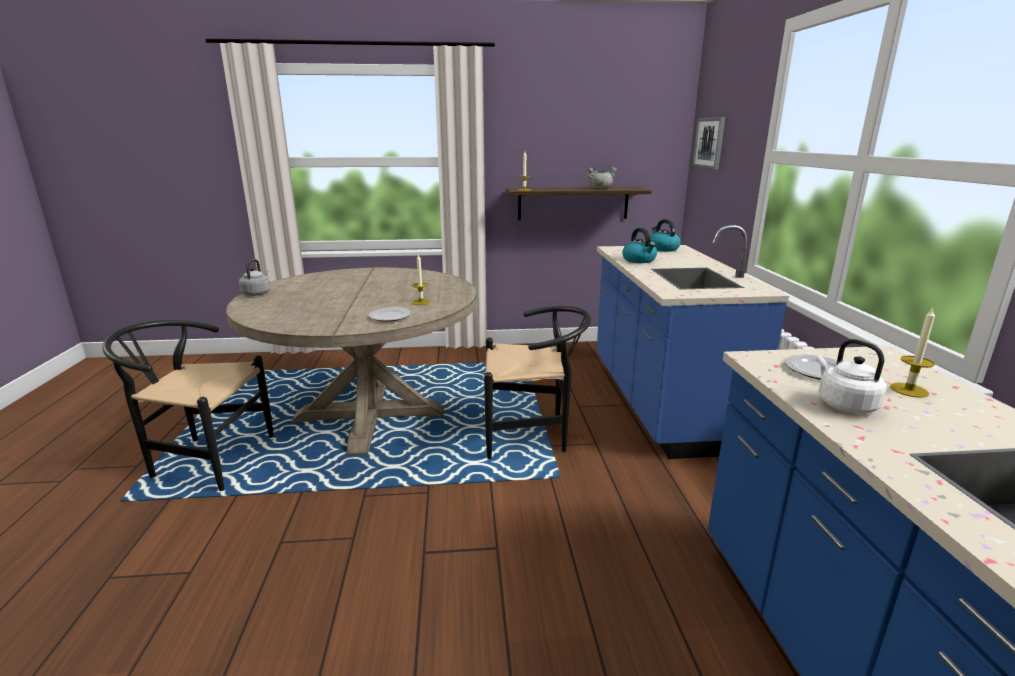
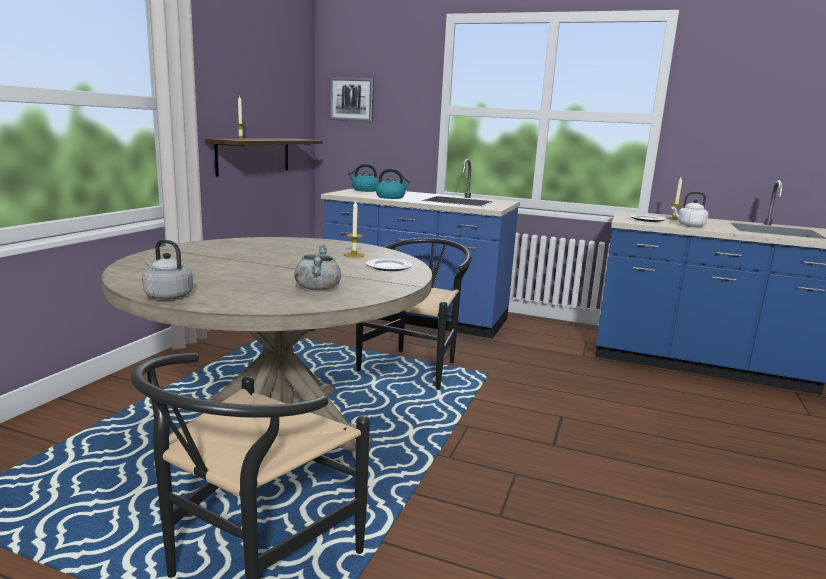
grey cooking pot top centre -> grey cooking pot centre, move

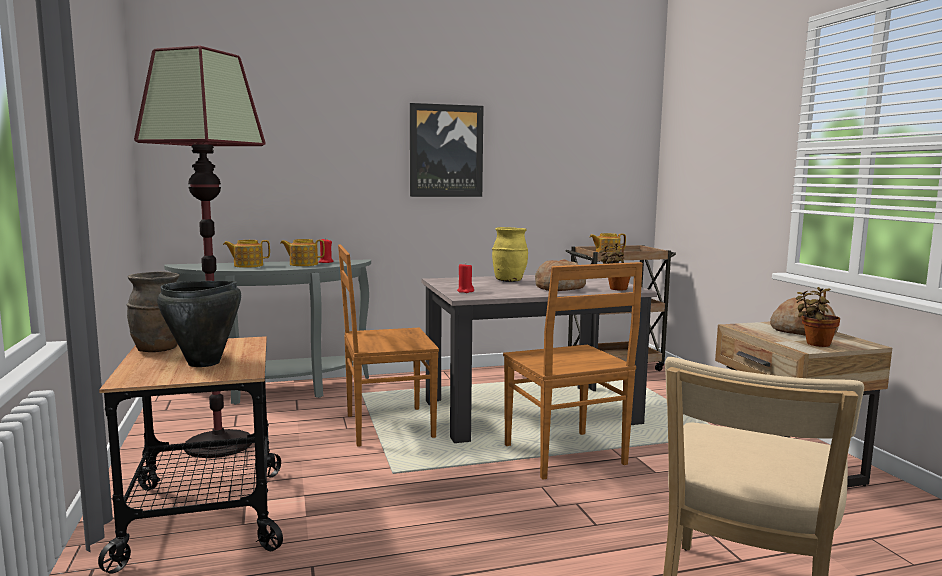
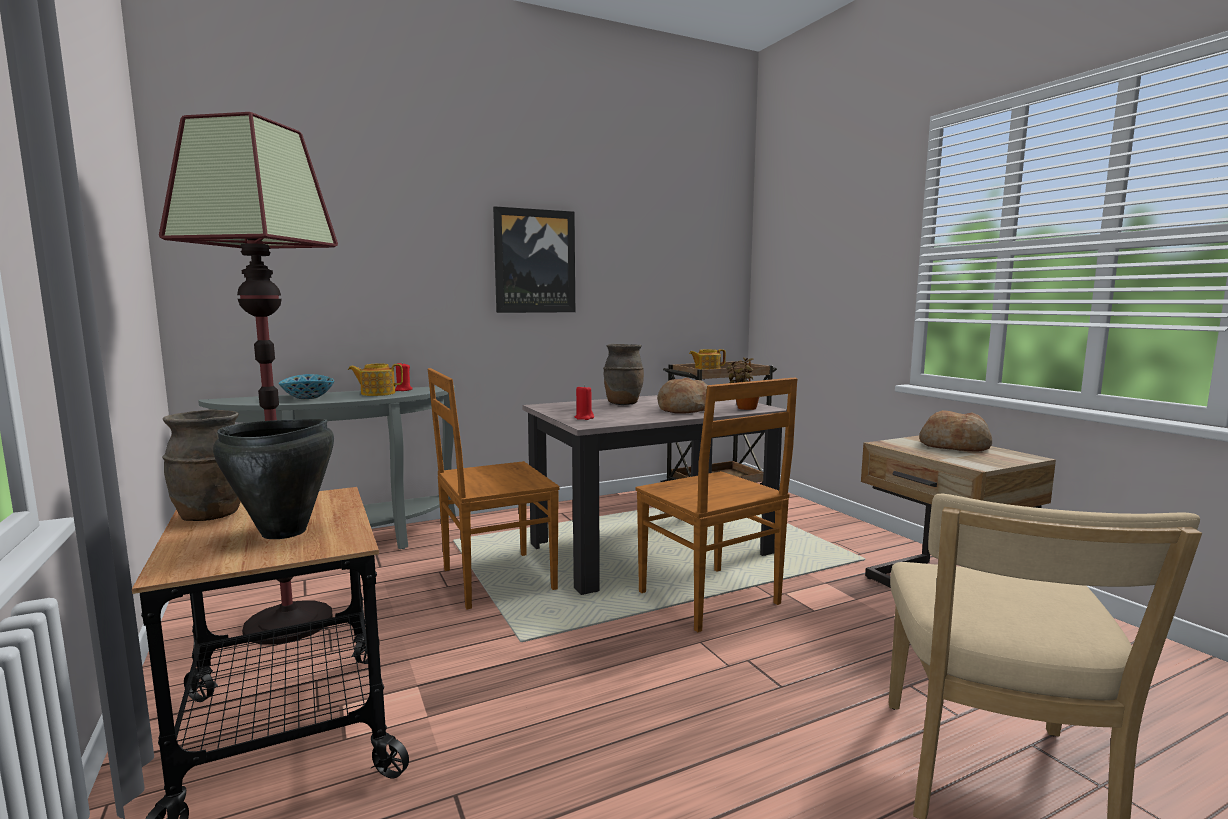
yellow vase centre -> brown vase (2nd from left) centre
teapot (1st from left) middle left -> bowl middle left
potted plant (2nd from left) middle right -> none

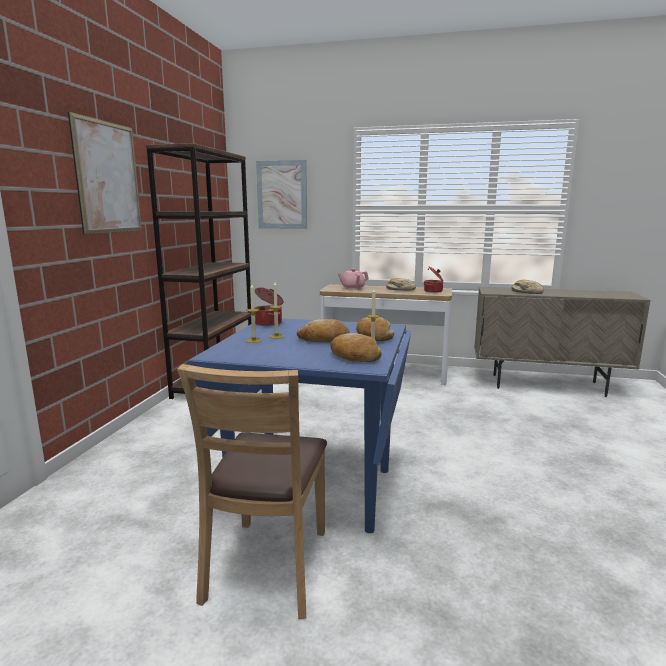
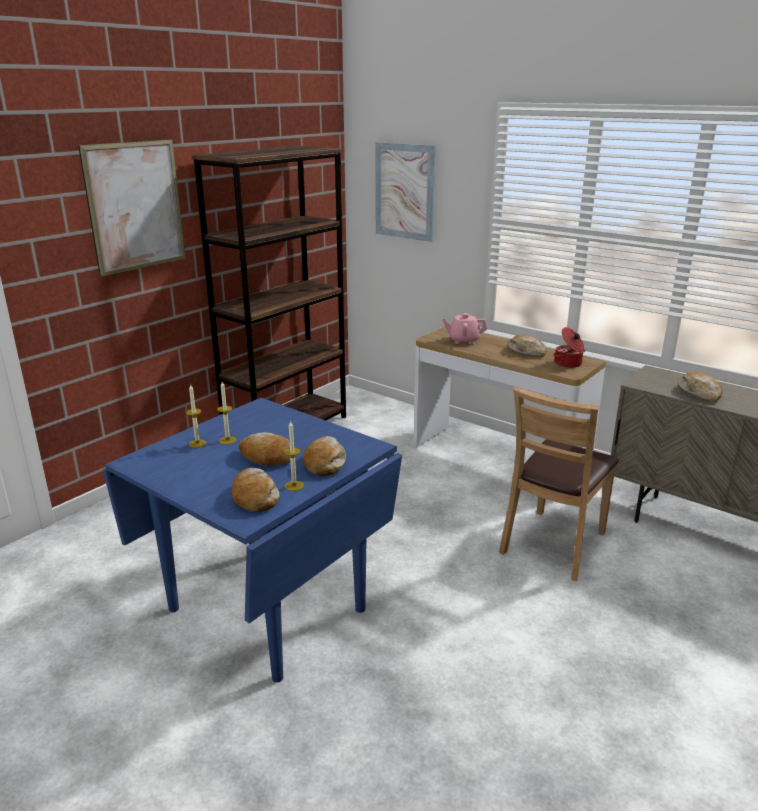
cooking pot (1st from left) centre -> none
brown chair bottom centre -> brown chair middle right, move

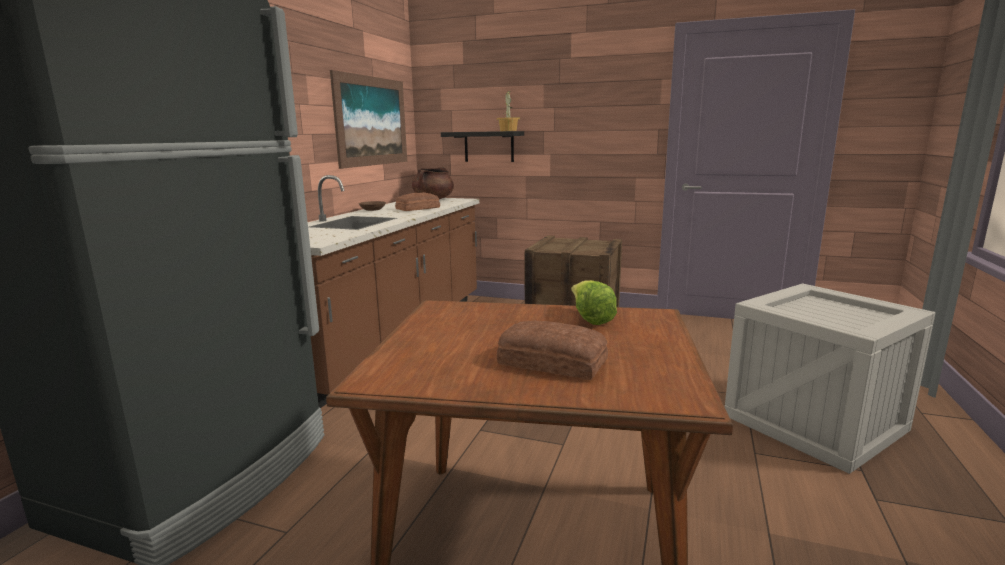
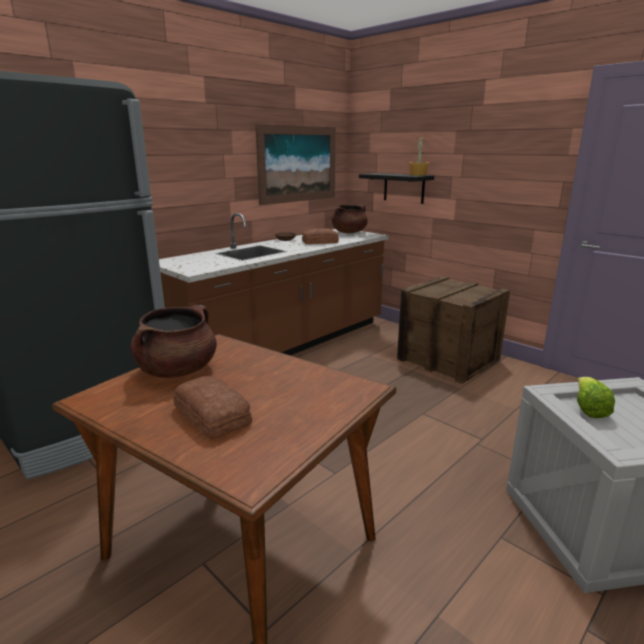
lettuce centre -> lettuce middle right, move
none -> brown cooking pot (1st from left) middle left

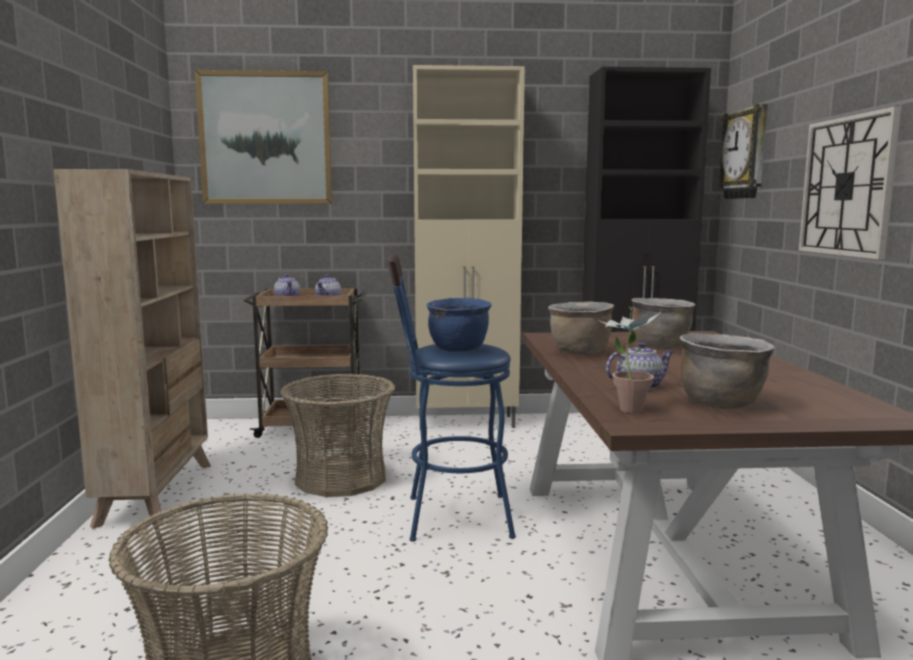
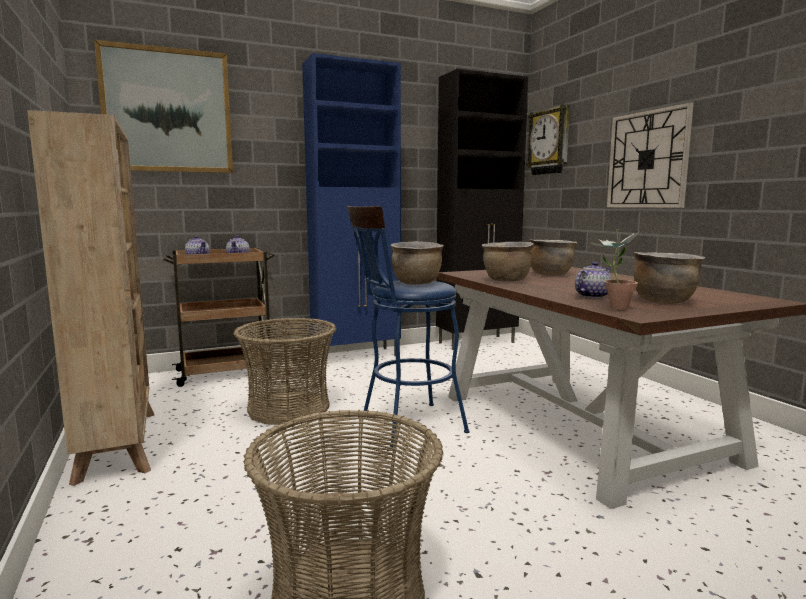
beige cabinet centre -> blue cabinet centre
blue cooking pot centre -> brown cooking pot (1st from left) centre

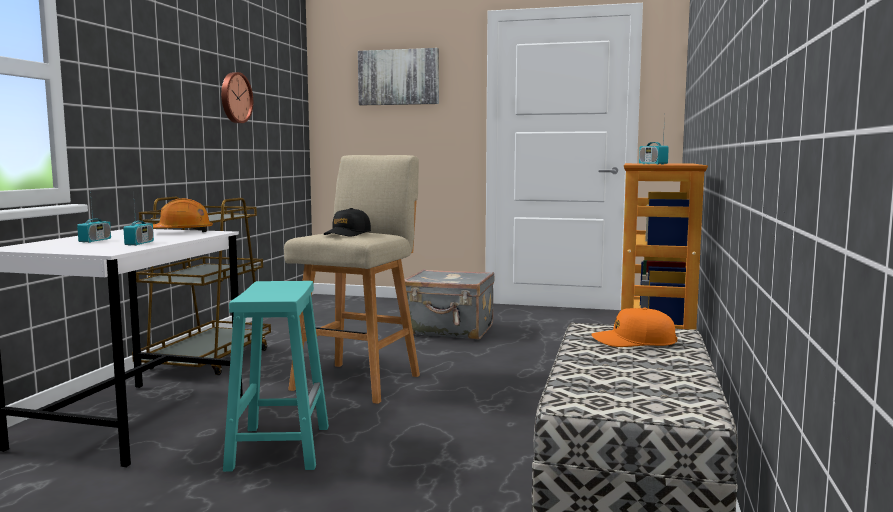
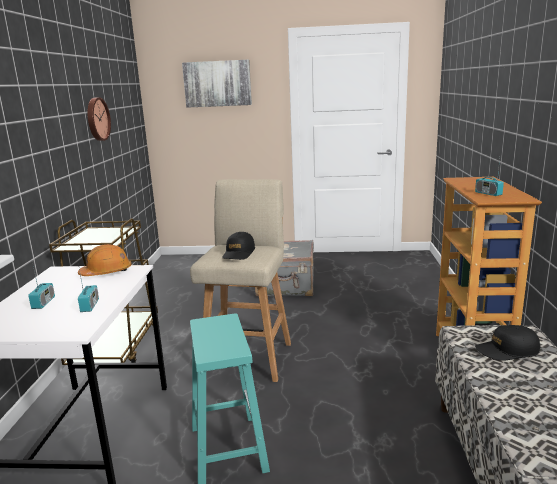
orange cap middle right -> black cap (2nd from left) bottom right

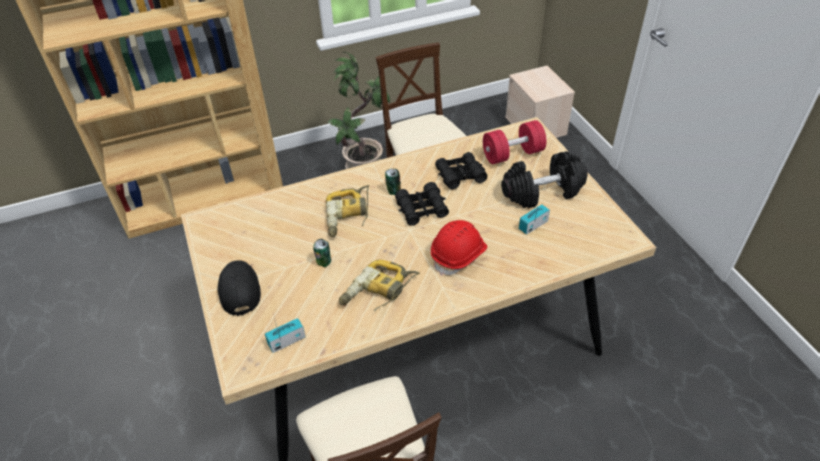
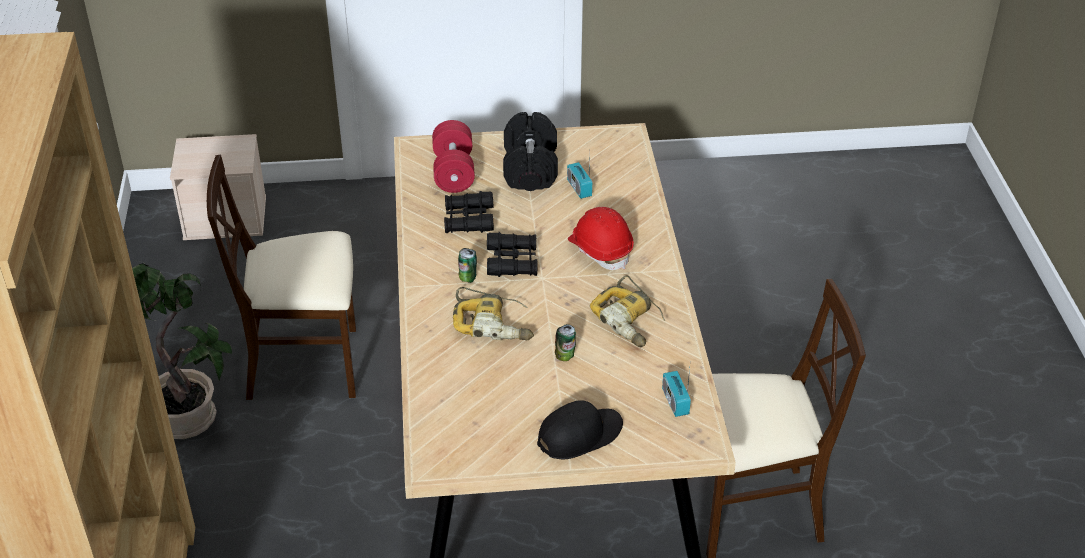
black cap middle left -> black cap bottom centre, 150 degrees clockwise

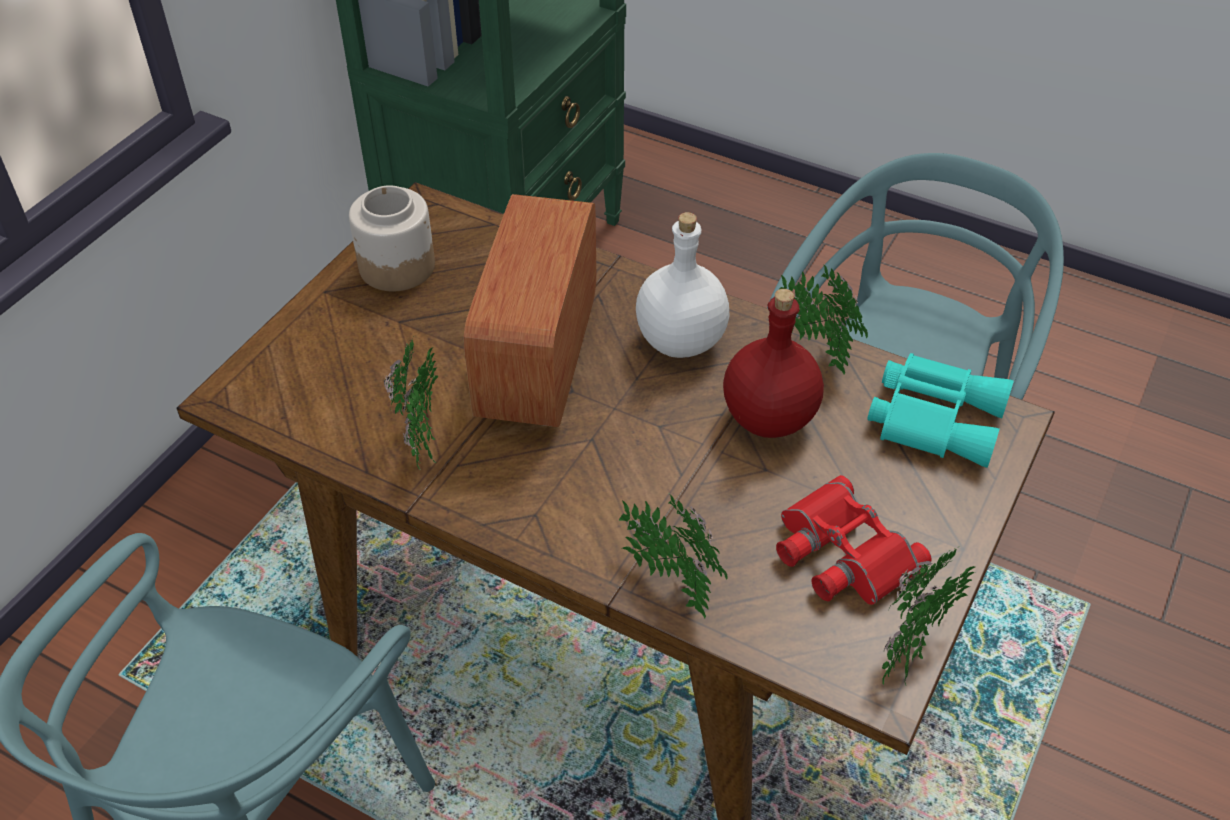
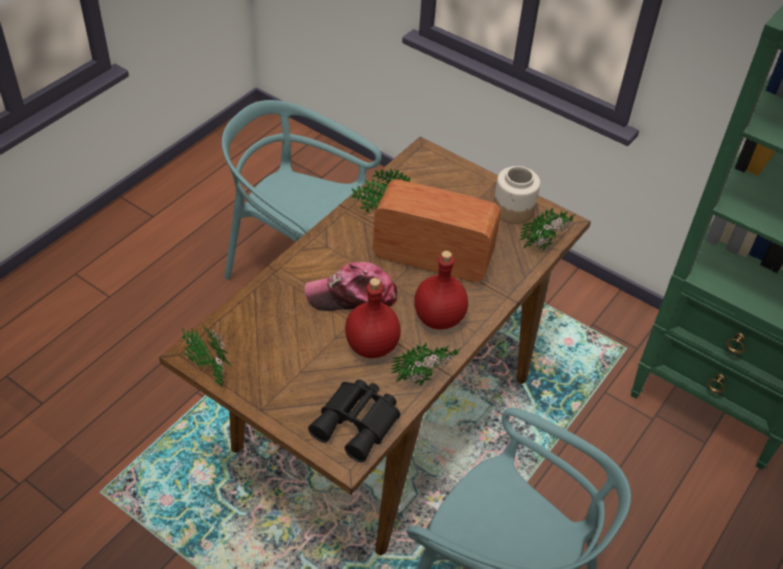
white bottle centre -> red bottle (2nd from left) centre
turquoise binoculars middle right -> black binoculars bottom centre
red binoculars middle right -> none
potted plant (2nd from left in the first image) bottom centre -> potted plant (4th from left) middle right, move
none -> cap centre

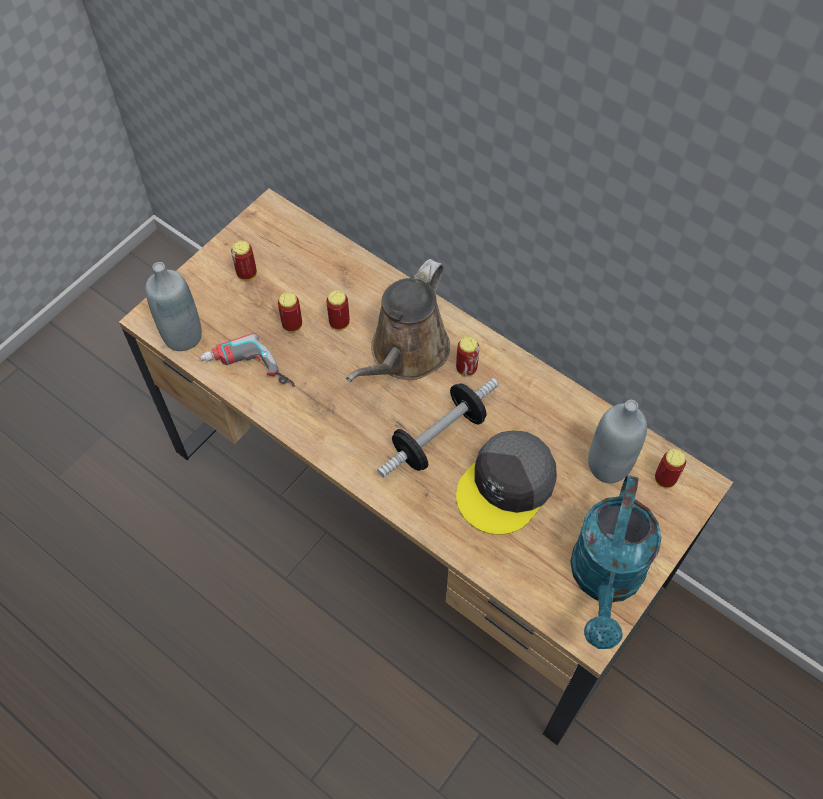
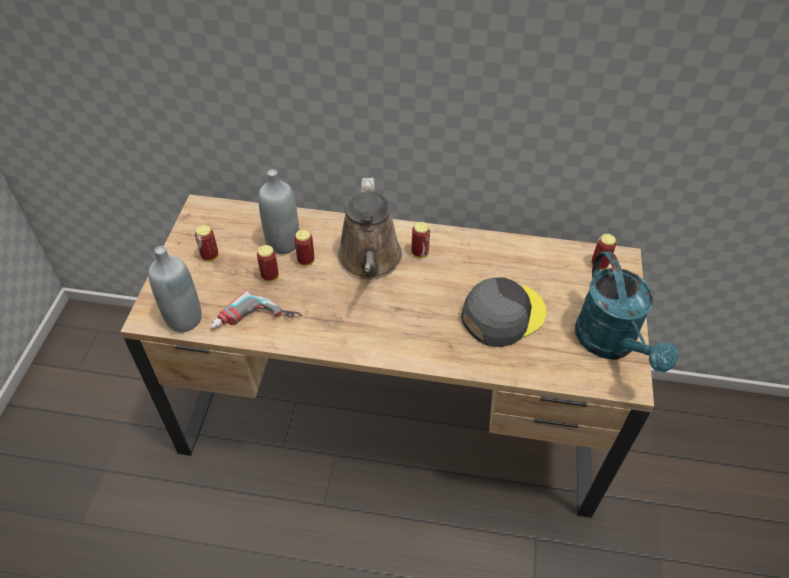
dumbbell centre -> none
grey bottle (2nd from left) middle right -> grey bottle (2nd from left) centre, move
grey cap centre, 135 degrees counterclockwise

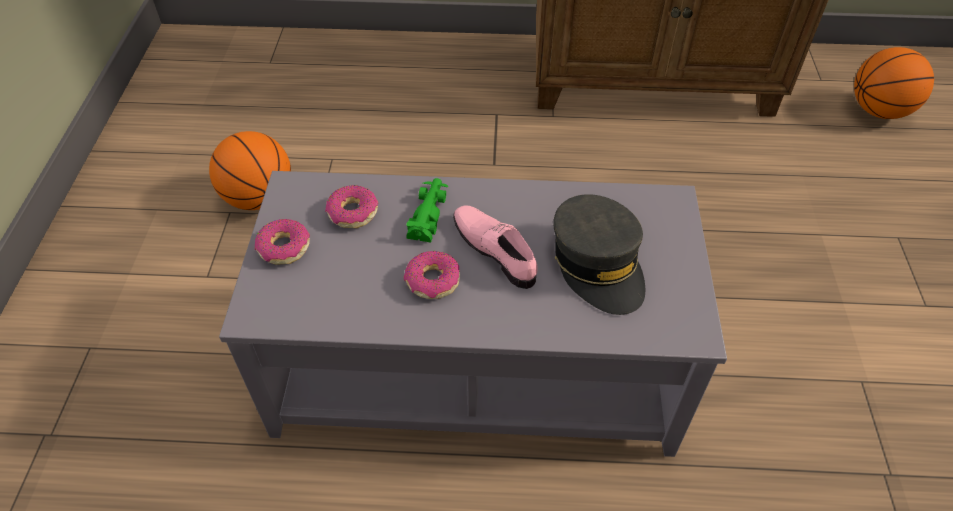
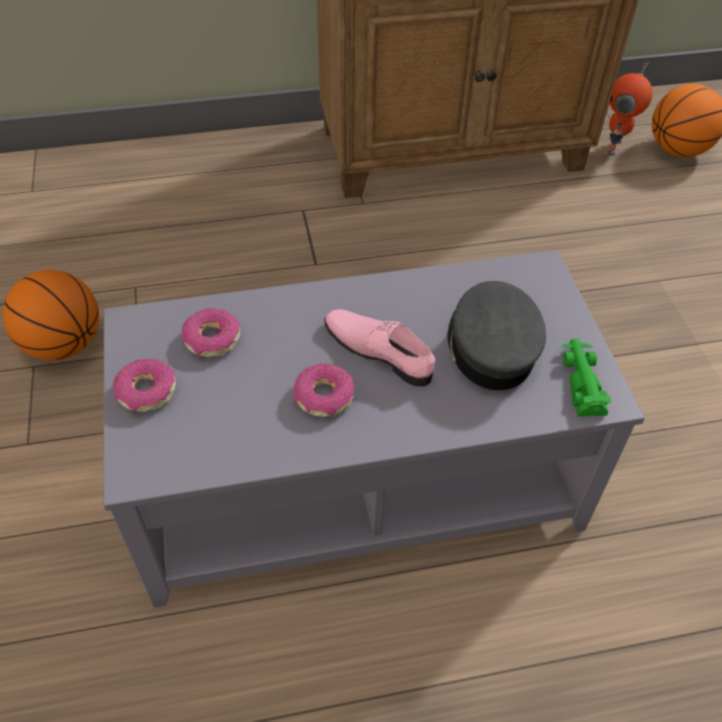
green toy car centre -> green toy car middle right, move
grey cap centre -> grey cap middle right, 150 degrees counterclockwise
none -> toy robot top right

